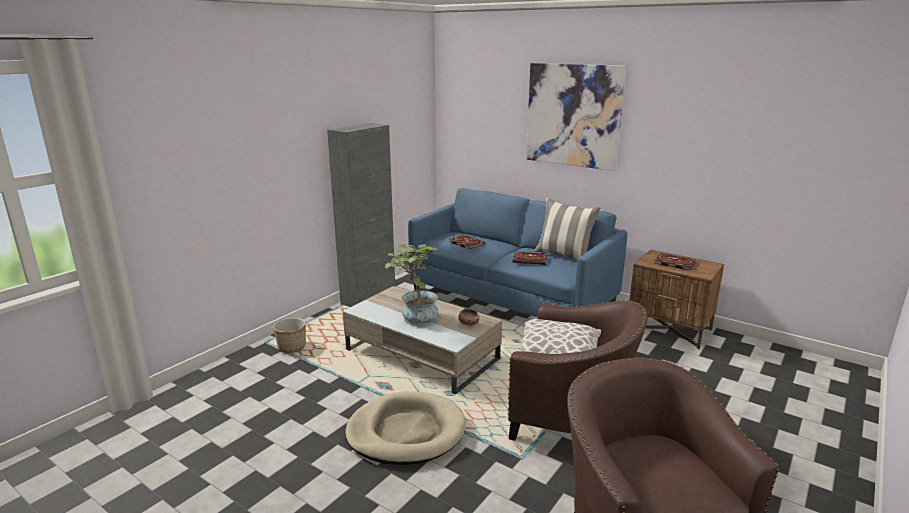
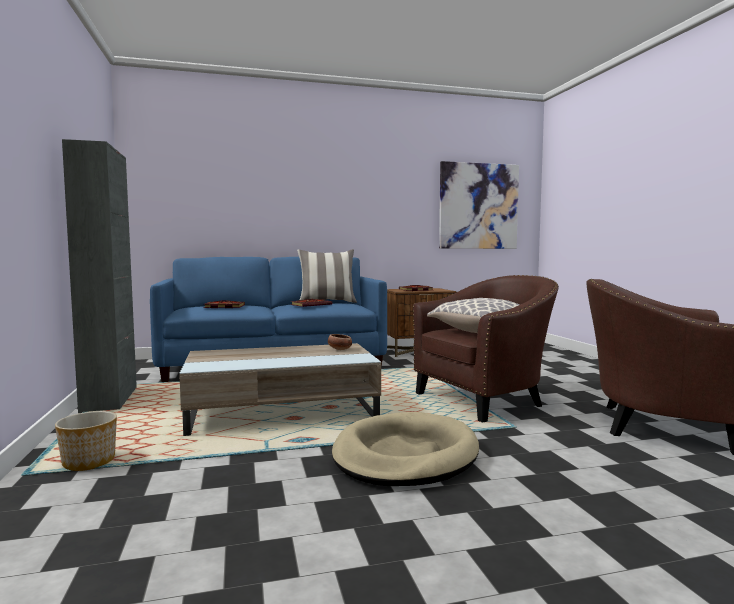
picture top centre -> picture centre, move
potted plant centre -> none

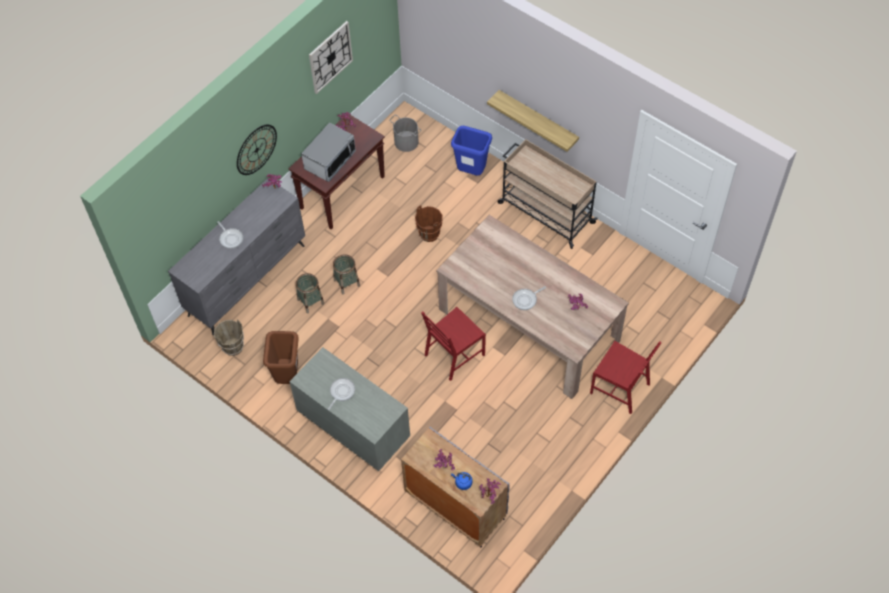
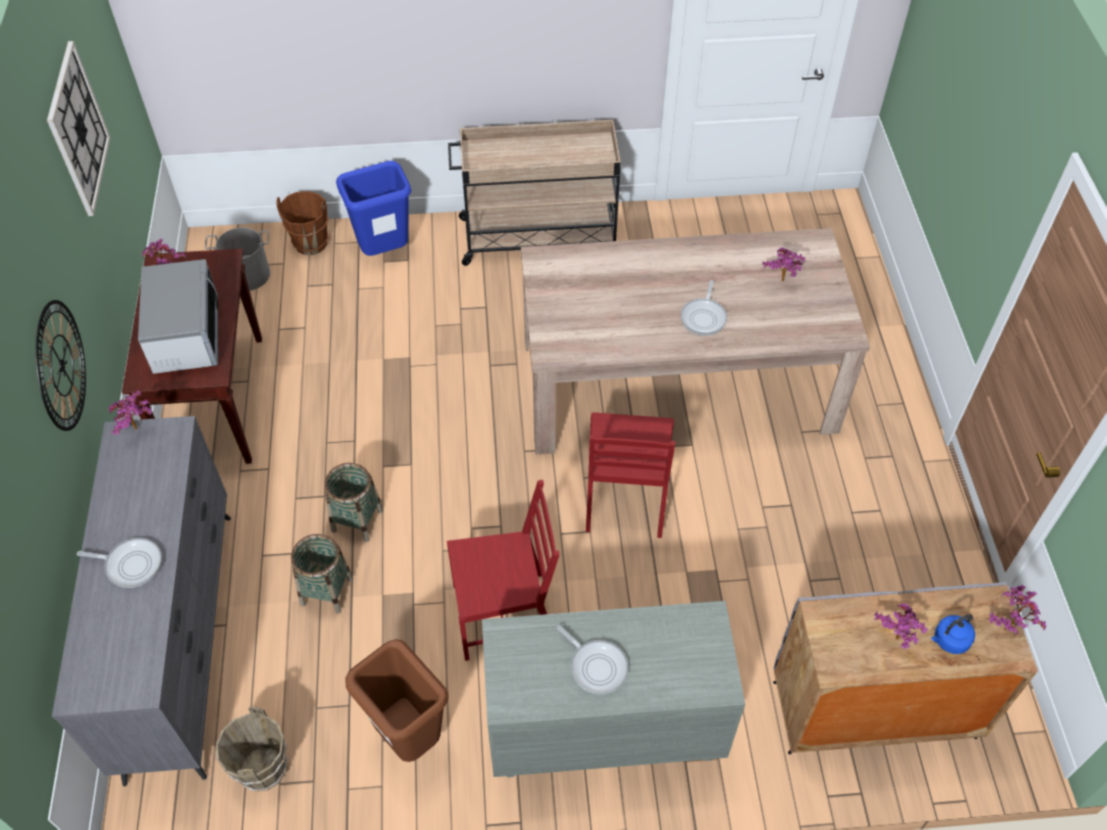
shelf top centre -> none
brown bucket (2nd from left) centre -> brown bucket (2nd from left) top left, move
red chair (2nd from left in the first image) middle right -> red chair (1st from left) bottom centre, move
frying pan (2nd from left) centre -> frying pan (2nd from left) bottom centre, 150 degrees clockwise

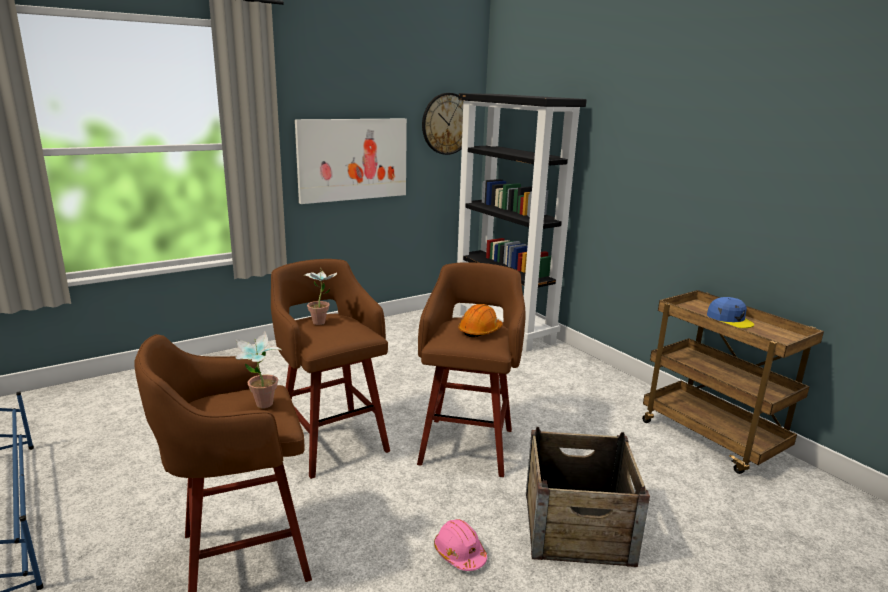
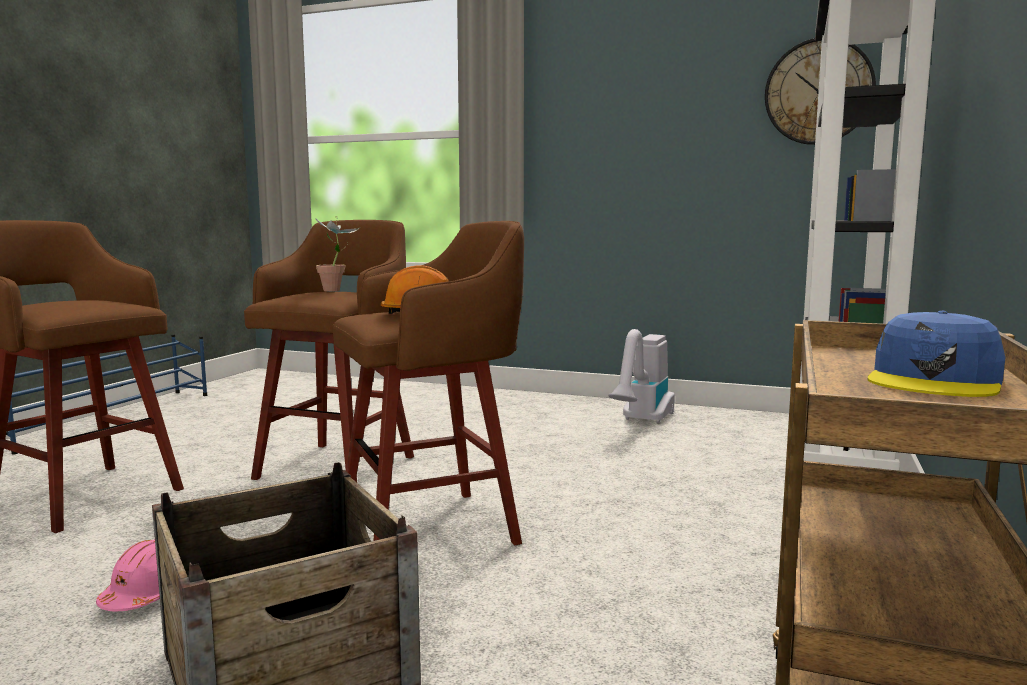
picture top centre -> none
potted plant (1st from left) middle left -> none
none -> vacuum cleaner centre

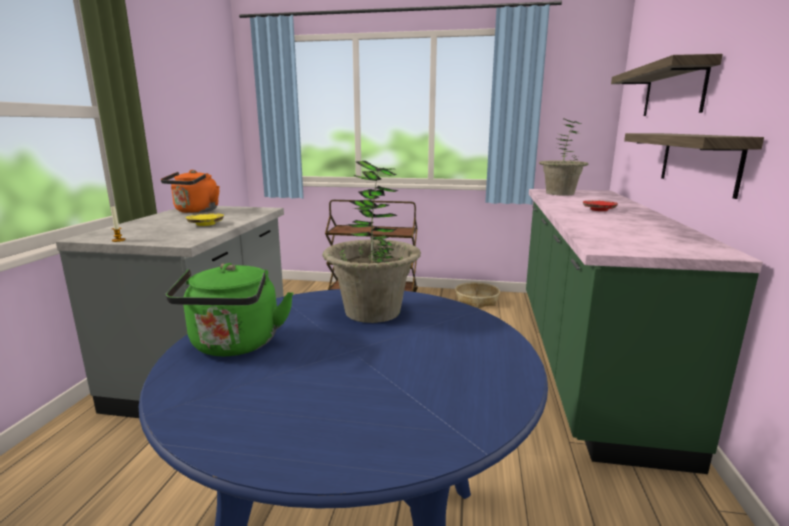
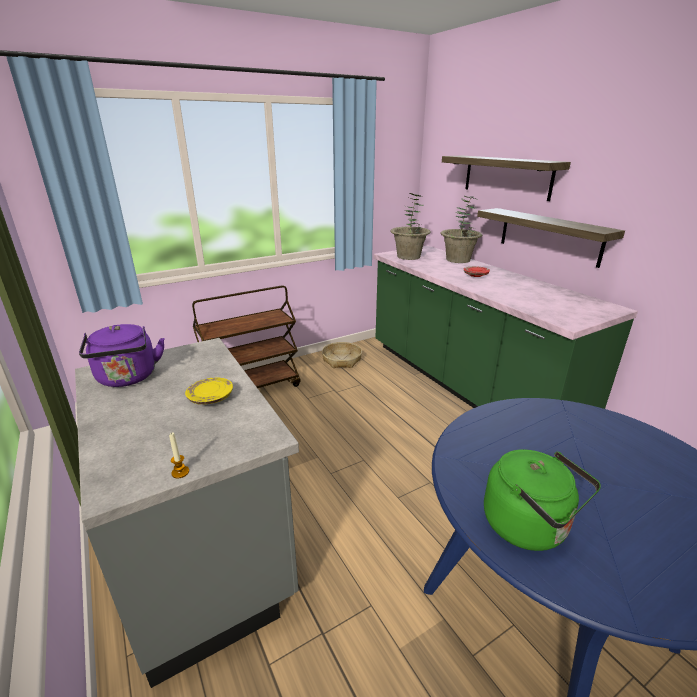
potted plant (1st from left in the first image) centre -> potted plant (2nd from left) top centre, move
orange kettle middle left -> purple kettle middle left

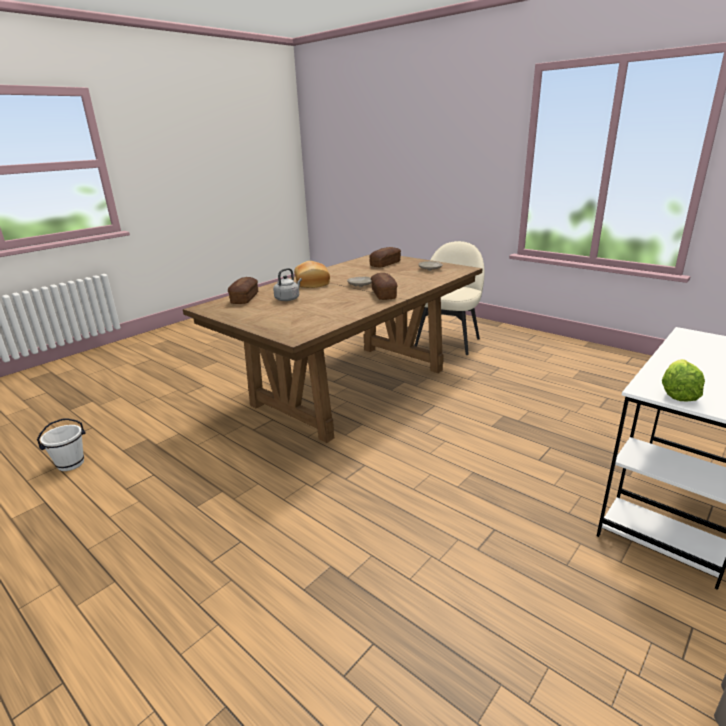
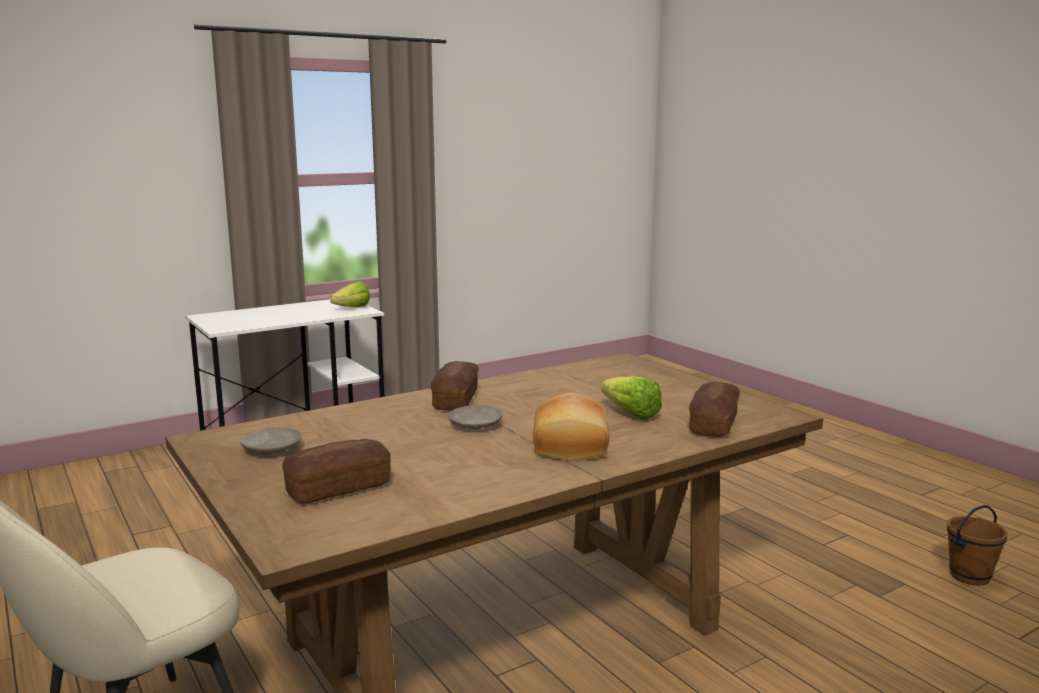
grey kettle centre -> lettuce (2nd from left) centre
white bucket middle left -> brown bucket bottom right

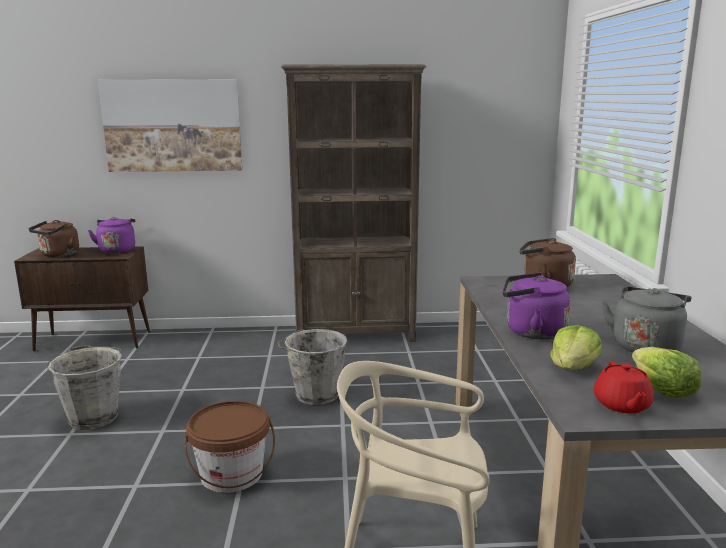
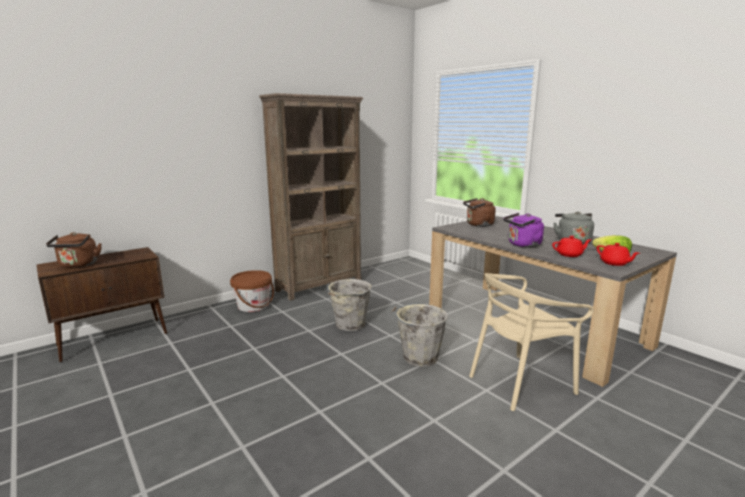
picture top left -> none
purple kettle (1st from left) middle left -> none
lettuce (1st from left) middle right -> red teapot (1st from left) middle right
grey bucket (1st from left in the first image) bottom left -> grey bucket (2nd from left) bottom centre, move
brown bucket bottom left -> brown bucket centre, move

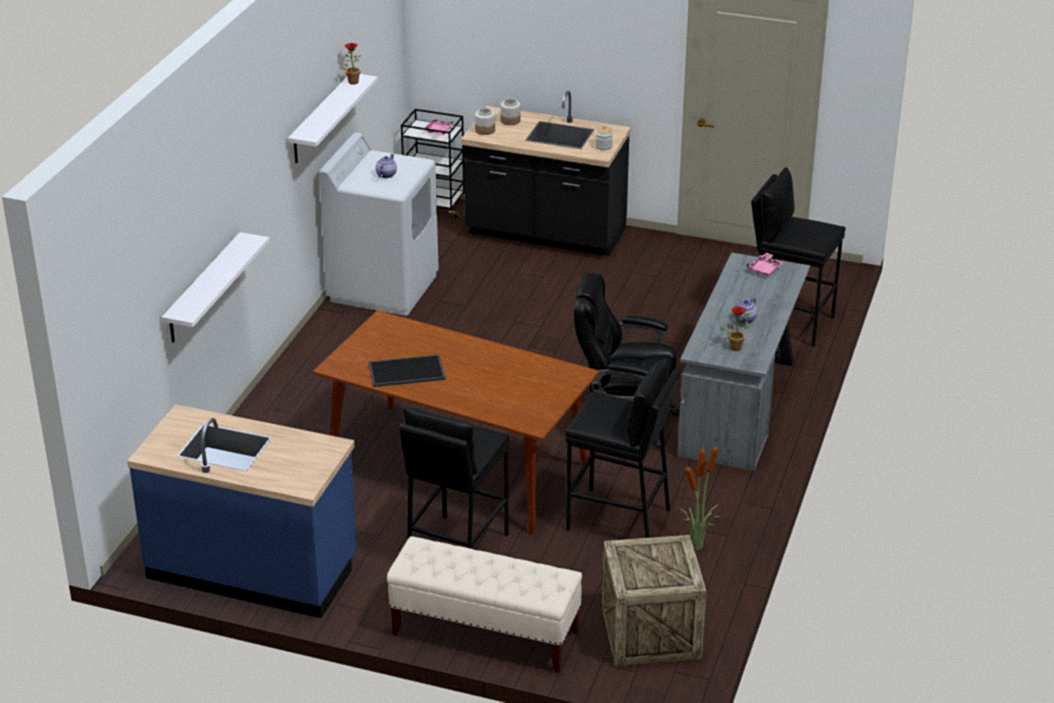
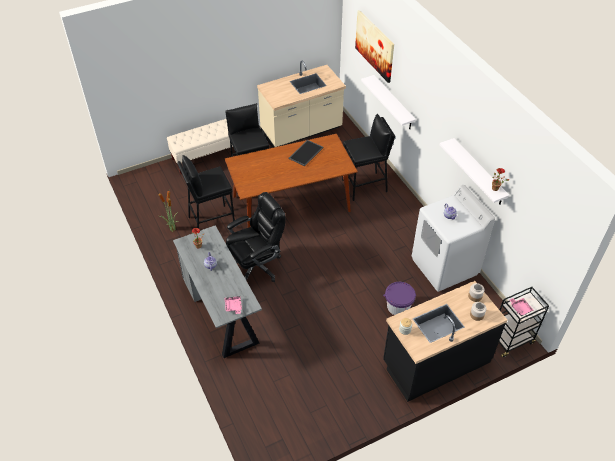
black stool (3rd from left) middle right -> black stool (3rd from left) centre, move
blue counter bottom left -> beige counter top centre
crate bottom centre -> none
none -> picture top centre
none -> purple bucket centre

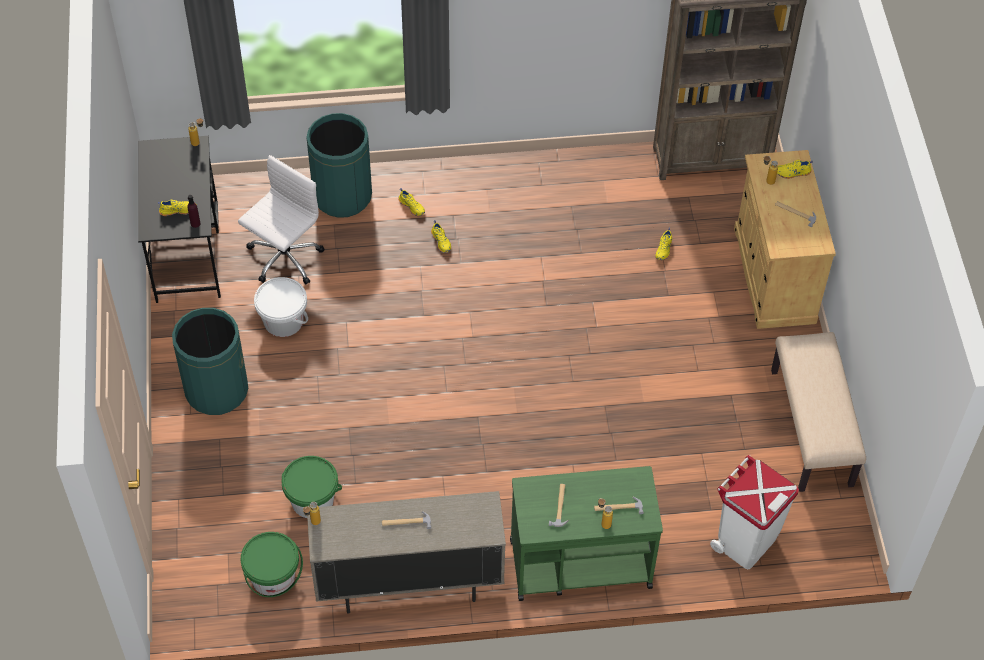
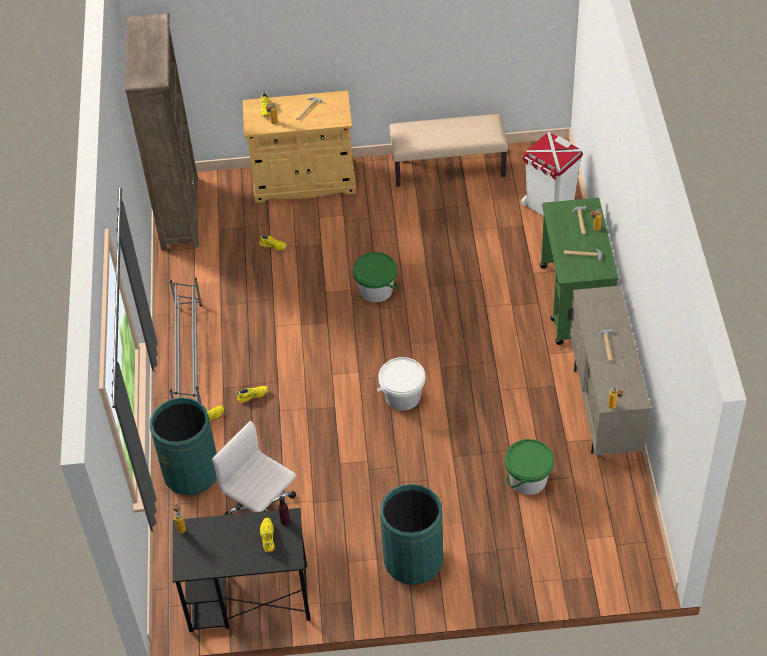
white bucket middle left -> white bucket centre, move
green bucket (1st from left) bottom left -> green bucket (1st from left) centre, move
none -> grey shoe rack middle left

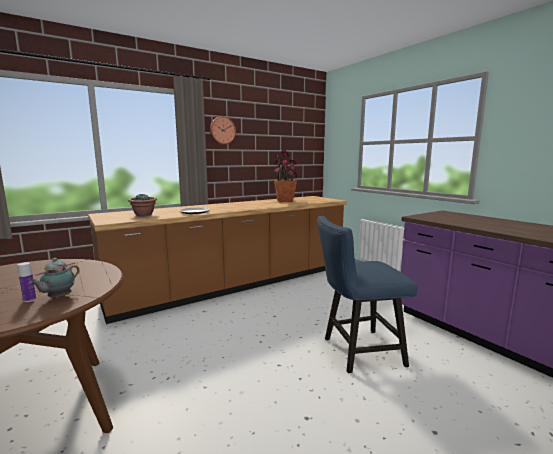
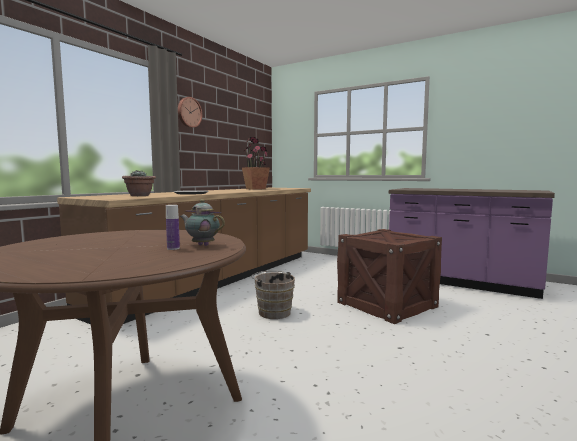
blue chair centre -> crate middle right
teapot middle left -> teapot centre, 120 degrees clockwise
none -> brown bucket bottom centre

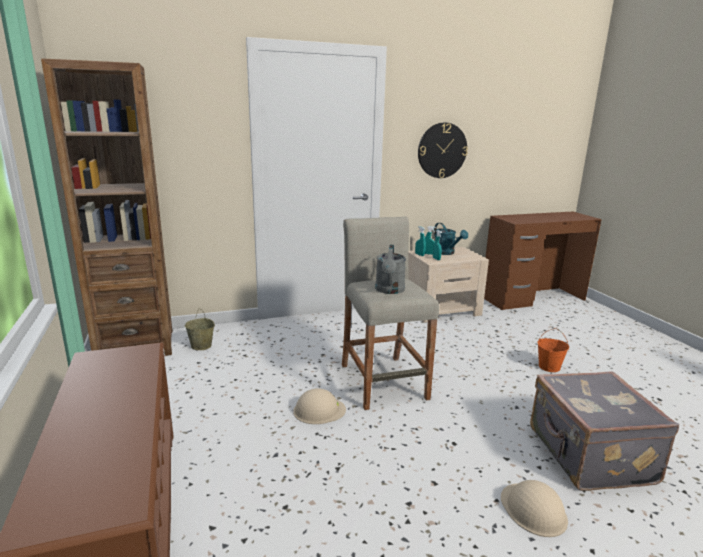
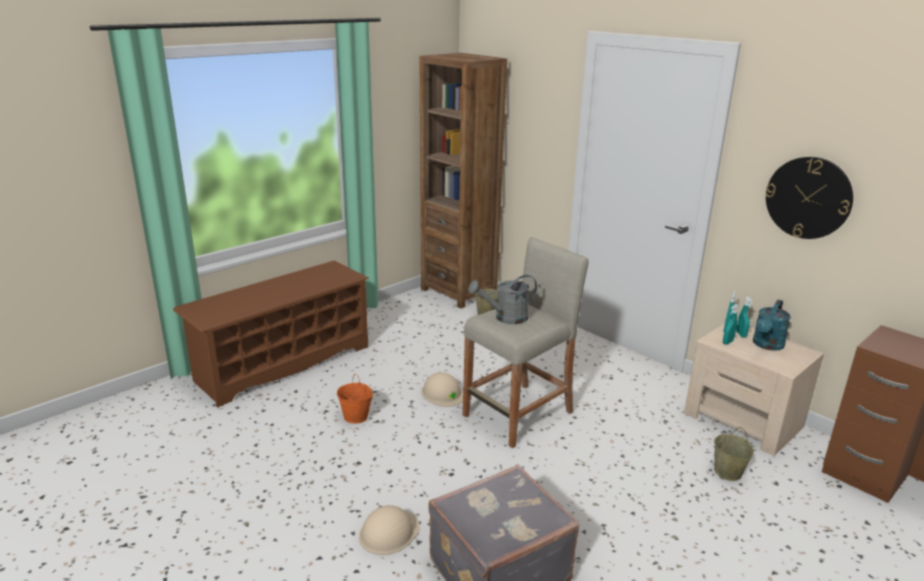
orange bucket middle right -> orange bucket bottom centre, move
none -> beige bucket (2nd from left) bottom right

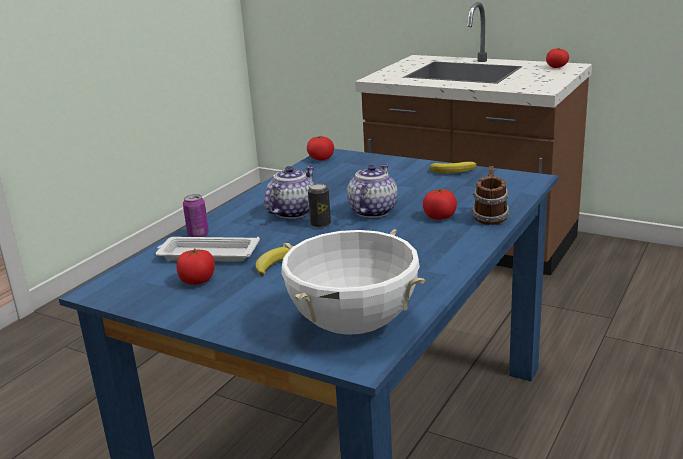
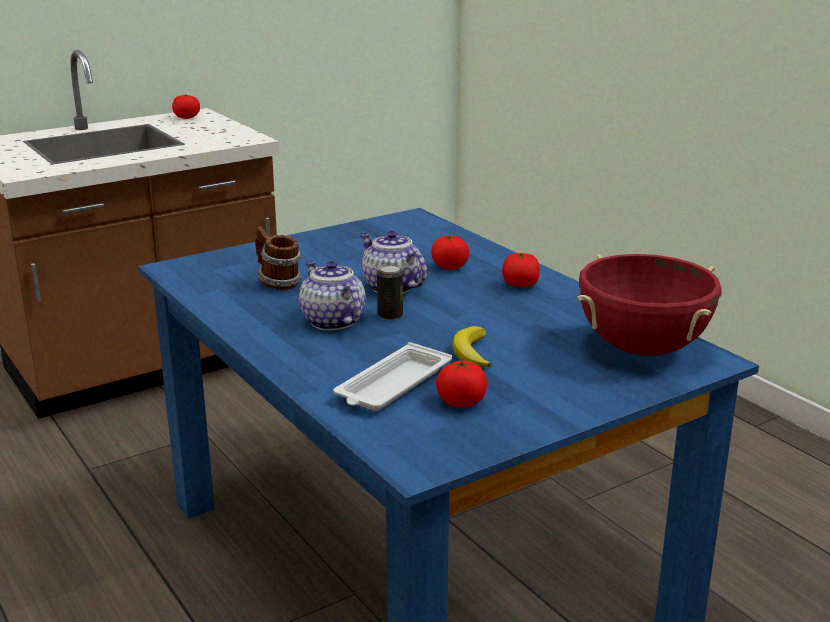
tomato (2nd from left in the first image) top centre -> tomato (4th from left) centre, move
banana (2nd from left) centre -> none
mug middle right -> mug centre, move
can (1st from left) middle left -> none
white cooking pot centre -> red cooking pot middle right

